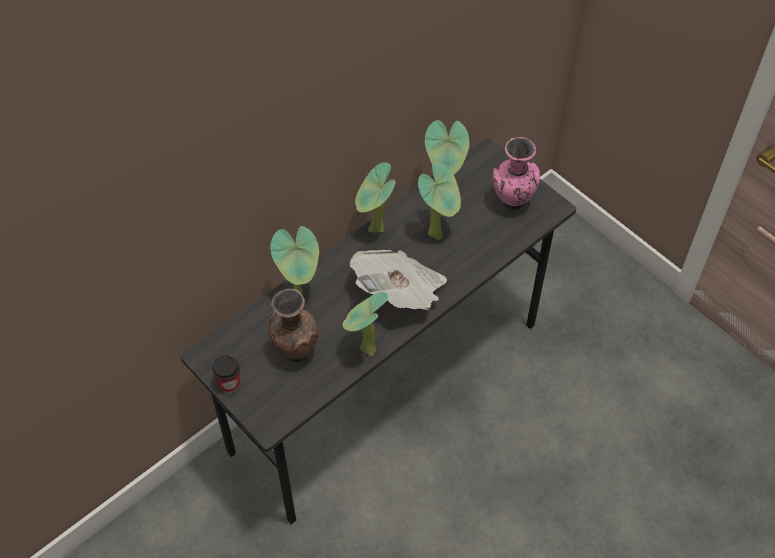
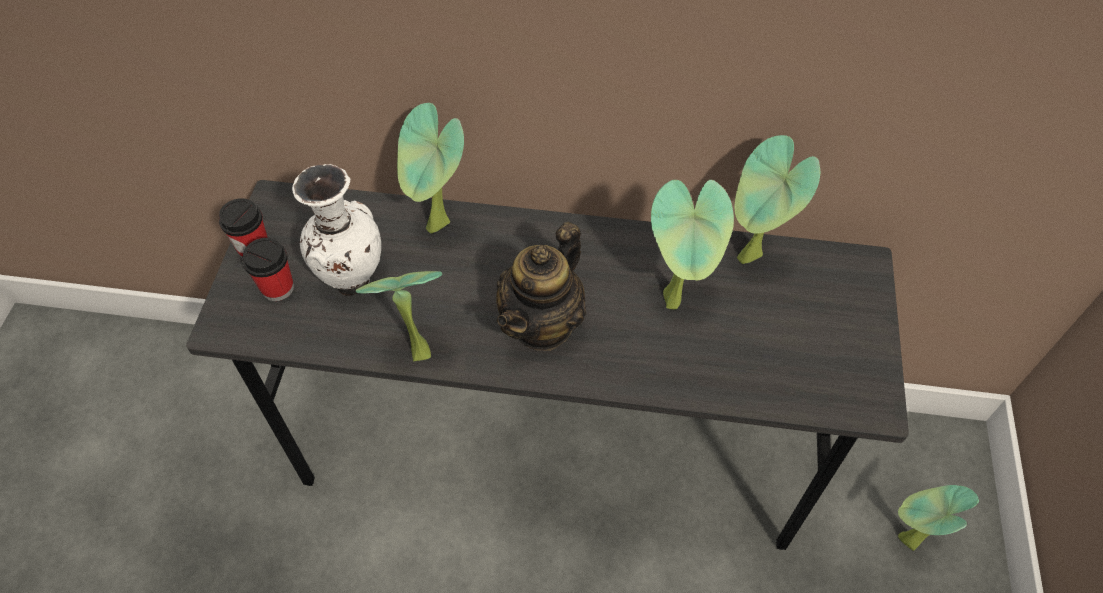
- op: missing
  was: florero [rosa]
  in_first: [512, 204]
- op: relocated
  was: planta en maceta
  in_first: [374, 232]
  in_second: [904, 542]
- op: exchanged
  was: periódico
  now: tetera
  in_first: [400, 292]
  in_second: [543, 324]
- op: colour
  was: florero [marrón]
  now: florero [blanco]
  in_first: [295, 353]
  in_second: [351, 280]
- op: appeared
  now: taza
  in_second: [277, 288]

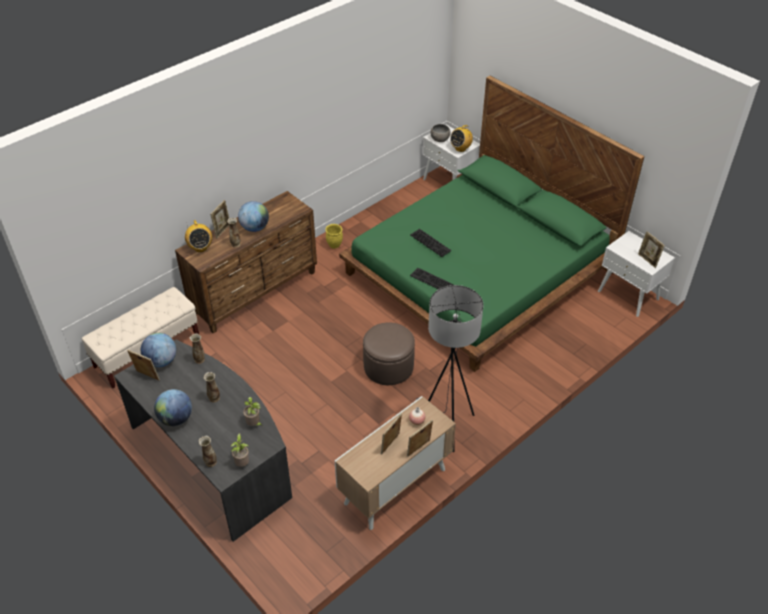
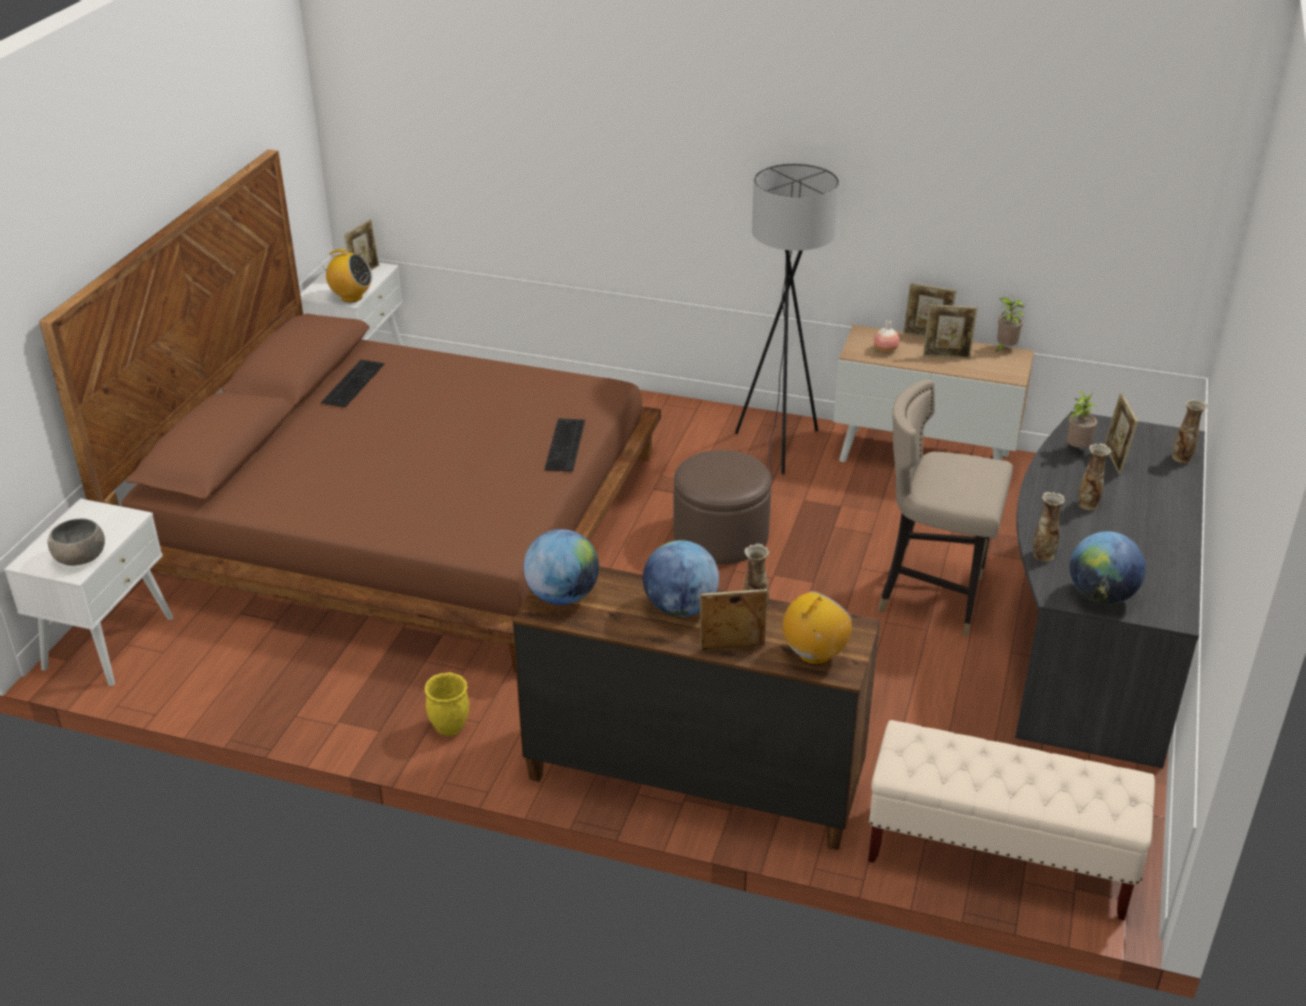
- op: colour
  was: cama [verde]
  now: cama [marrón]
  in_first: [477, 271]
  in_second: [403, 518]
- op: relocated
  was: radio
  in_first: [460, 148]
  in_second: [351, 297]
- op: relocated
  was: teclado
  in_first: [431, 242]
  in_second: [352, 382]
- op: relocated
  was: portarretratos
  in_first: [147, 376]
  in_second: [1114, 460]
- op: relocated
  was: globo terráqueo
  in_first: [176, 419]
  in_second: [562, 596]
- op: relocated
  was: planta en maceta
  in_first: [242, 463]
  in_second: [1005, 349]
- op: appeared
  now: taburete [beis]
  in_second: [933, 597]

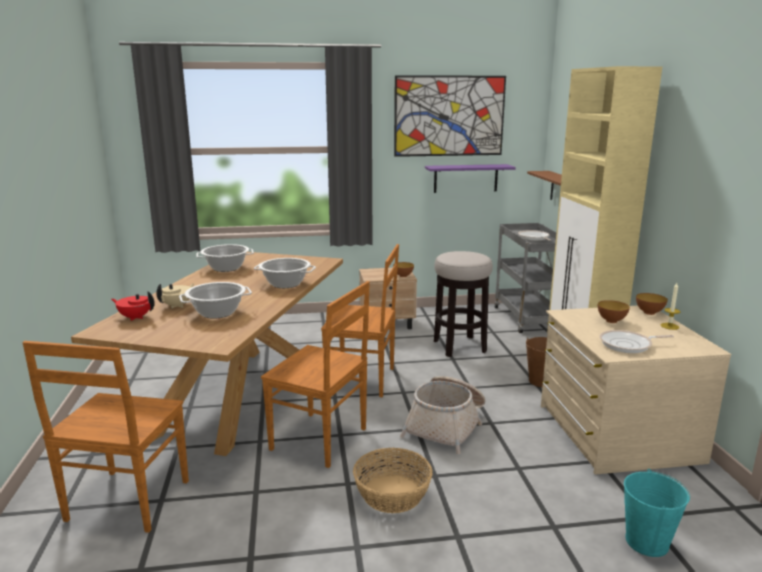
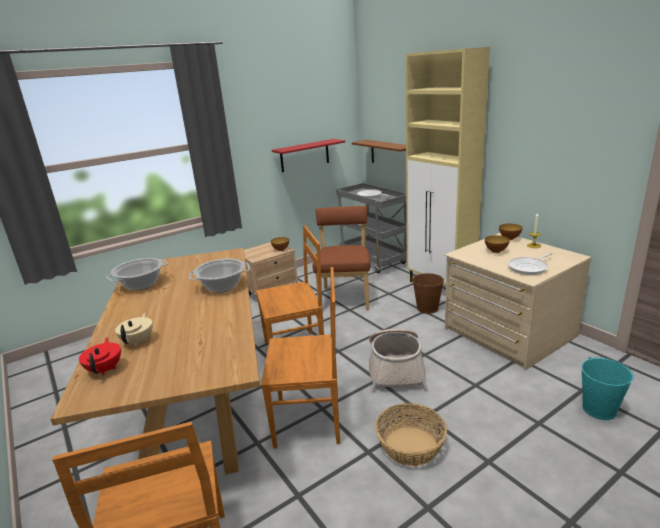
- op: missing
  was: cuadro
  in_first: [449, 116]
- op: colour
  was: estante [morado]
  now: estante [rojo]
  in_first: [465, 178]
  in_second: [304, 155]
- op: exchanged
  was: taburete
  now: silla [marrón]
  in_first: [460, 346]
  in_second: [345, 297]
- op: missing
  was: olla
  in_first: [217, 313]
- op: spun
  was: tetera [rojo]
  in_first: [135, 317]
  in_second: [105, 369]
  clockwise: 90

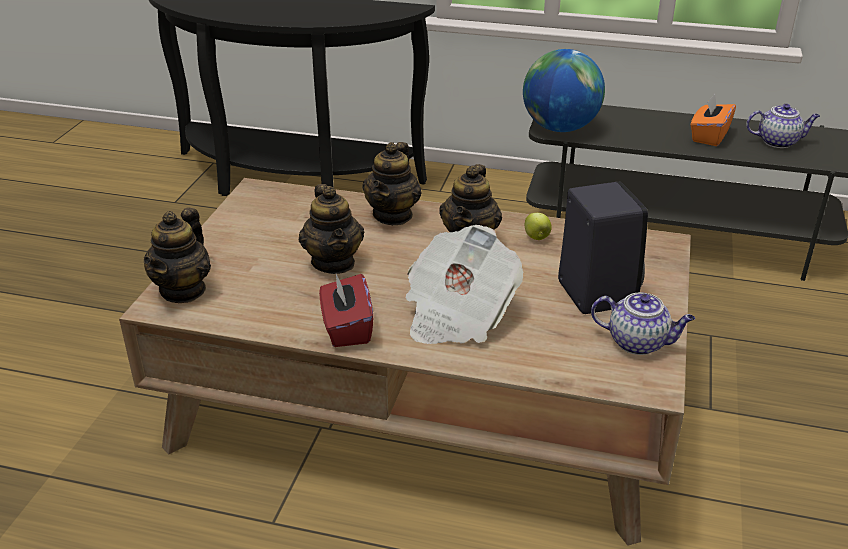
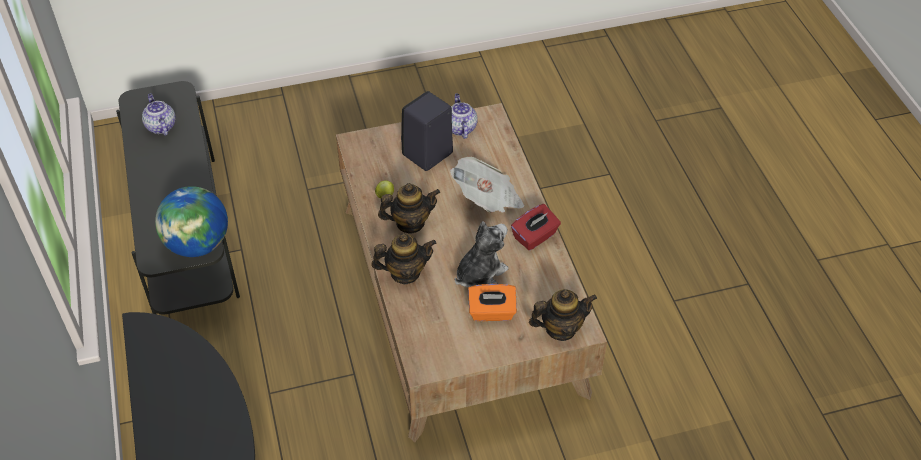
- op: relocated
  was: caja de pañuelos [naranja]
  in_first: [709, 136]
  in_second: [492, 312]
- op: exchanged
  was: tetera
  now: peluche
  in_first: [334, 262]
  in_second: [480, 274]

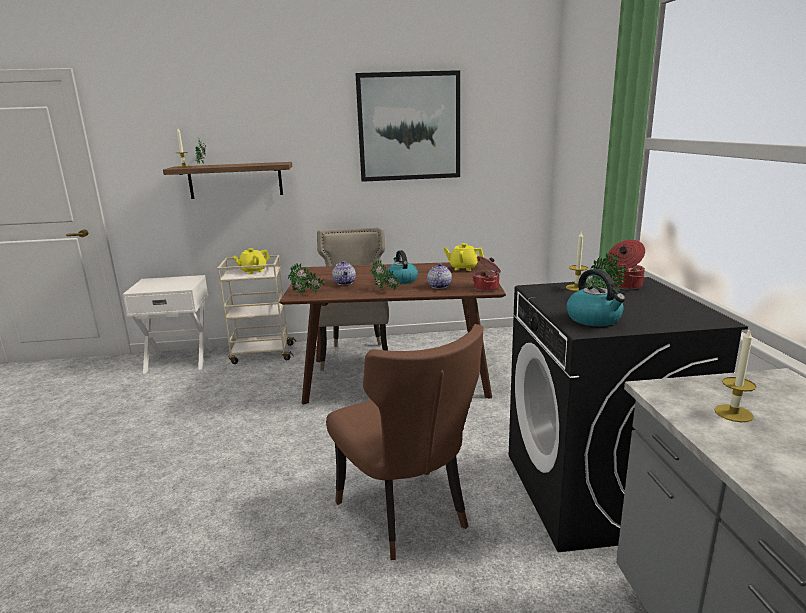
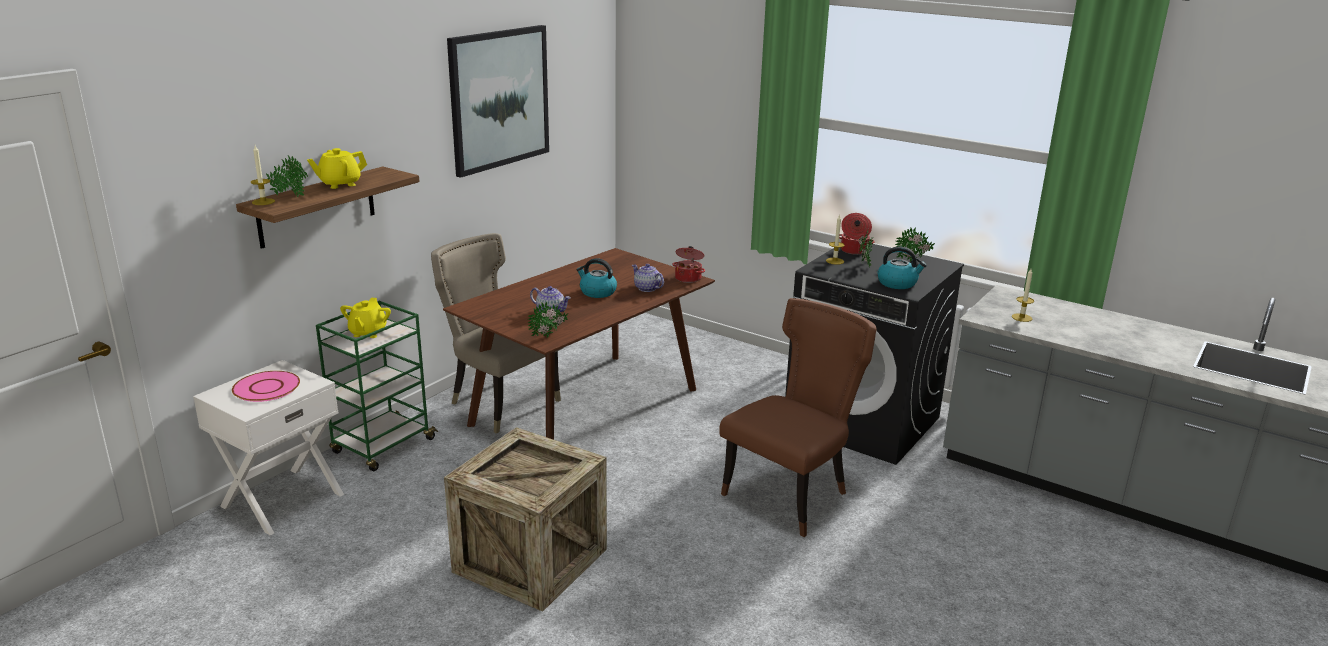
- op: relocated
  was: tetera [amarillo]
  in_first: [463, 268]
  in_second: [339, 184]
- op: colour
  was: carrito [beis]
  now: carrito [verde]
  in_first: [261, 354]
  in_second: [382, 447]
- op: relocated
  was: planta en maceta
  in_first: [385, 291]
  in_second: [913, 260]
- op: spun
  was: silla [marrón]
  in_first: [407, 515]
  in_second: [791, 495]
  clockwise: -60
- op: appeared
  now: plato [rosa]
  in_second: [267, 387]
- op: appeared
  now: caja de embalaje
  in_second: [530, 560]

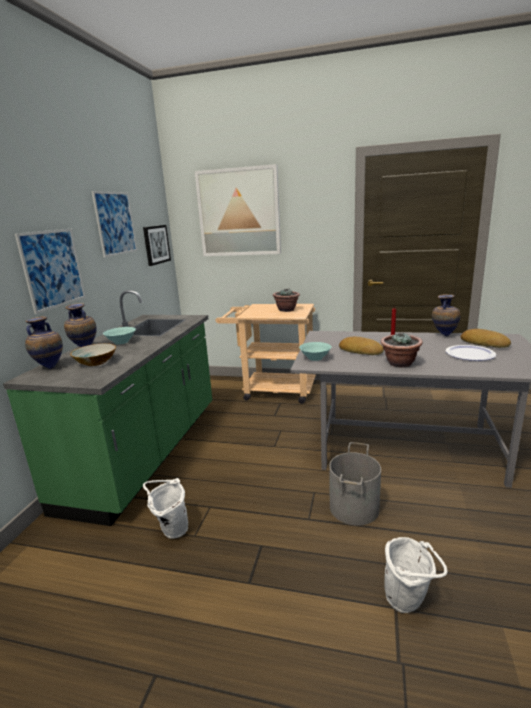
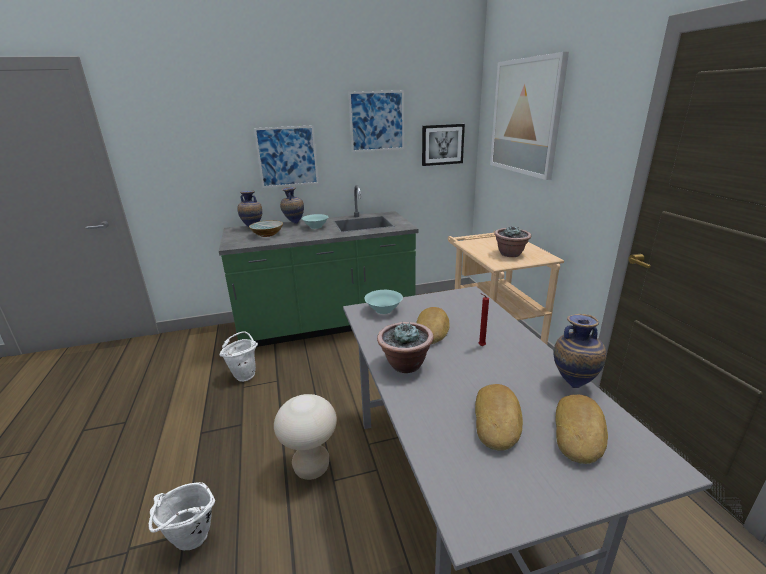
- op: exchanged
  was: plato
  now: pan
  in_first: [469, 354]
  in_second: [498, 420]
- op: exchanged
  was: cubo [gris]
  now: taburete [beis]
  in_first: [353, 507]
  in_second: [311, 467]

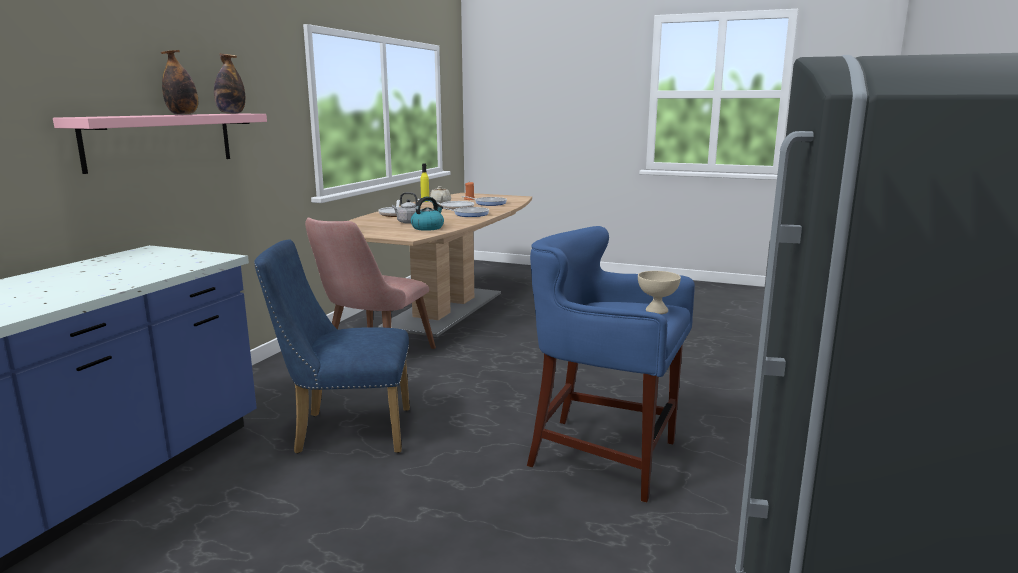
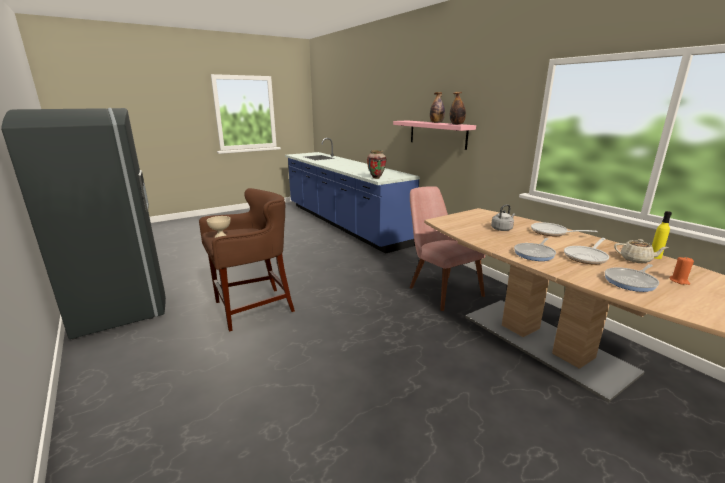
- op: missing
  was: hervidor
  in_first: [428, 228]
- op: colour
  was: taburete [azul]
  now: taburete [marrón]
  in_first: [604, 456]
  in_second: [253, 308]
- op: missing
  was: silla [azul]
  in_first: [344, 431]
- op: appeared
  now: florero
  in_second: [376, 178]

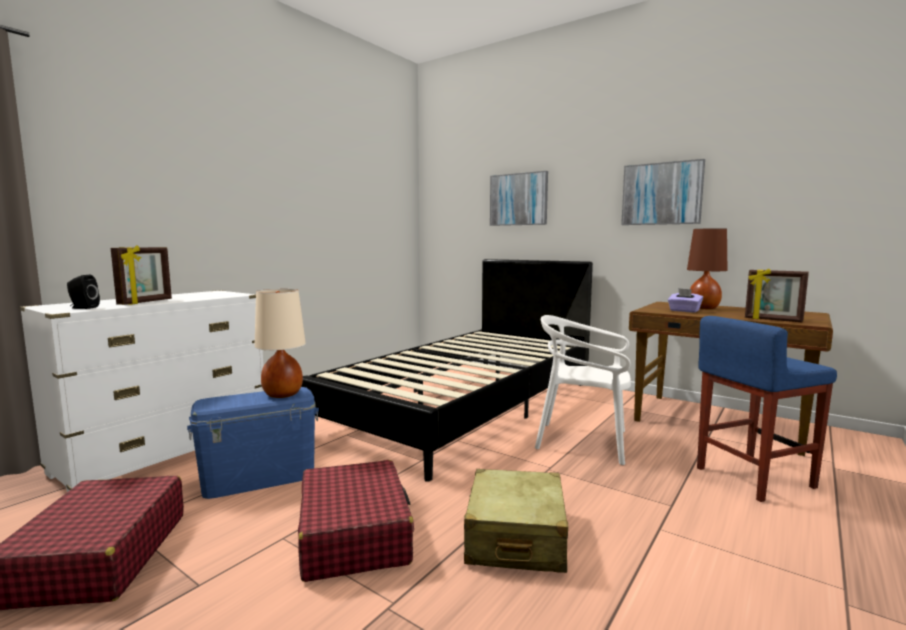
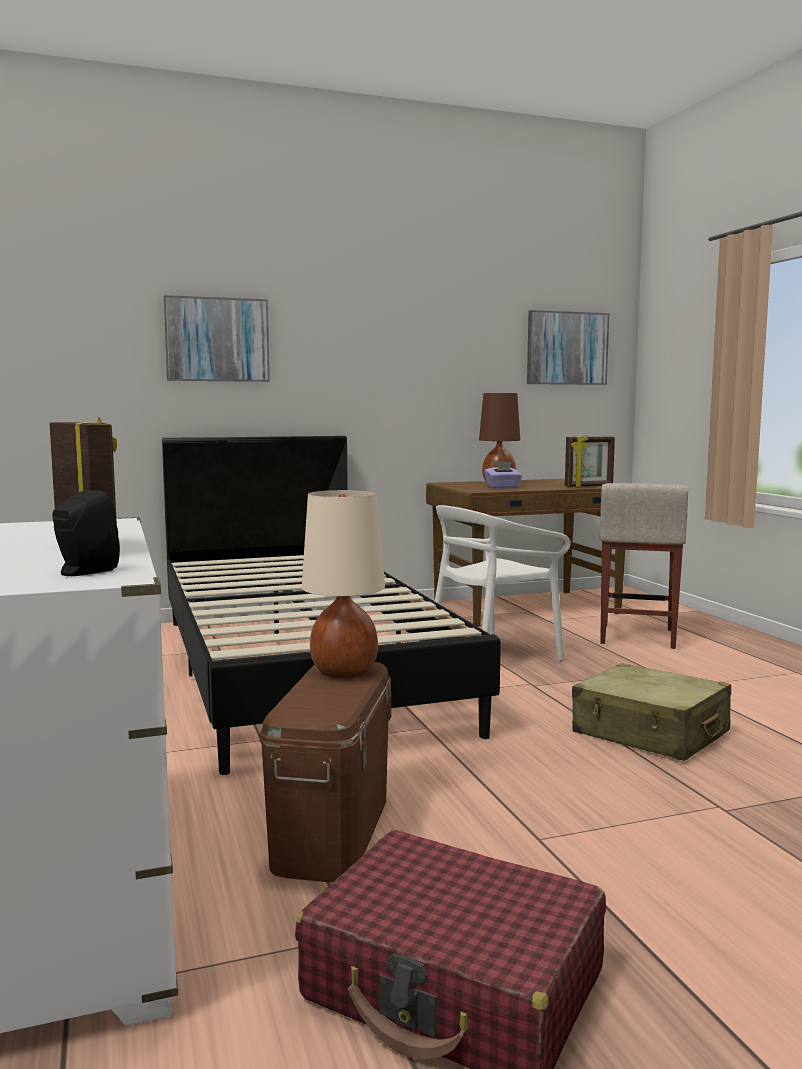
- op: relocated
  was: cuadro
  in_first: [661, 194]
  in_second: [566, 348]
- op: colour
  was: taburete [azul]
  now: taburete [beis]
  in_first: [753, 477]
  in_second: [637, 637]
- op: colour
  was: caja de almacenaje [azul]
  now: caja de almacenaje [marrón]
  in_first: [259, 478]
  in_second: [332, 830]
- op: missing
  was: maleta [rojo]
  in_first: [354, 534]

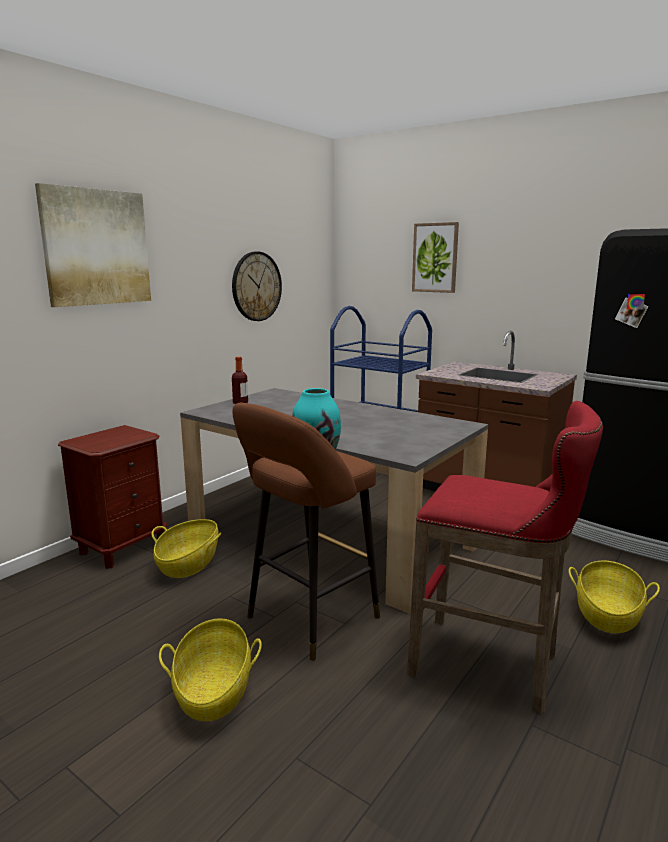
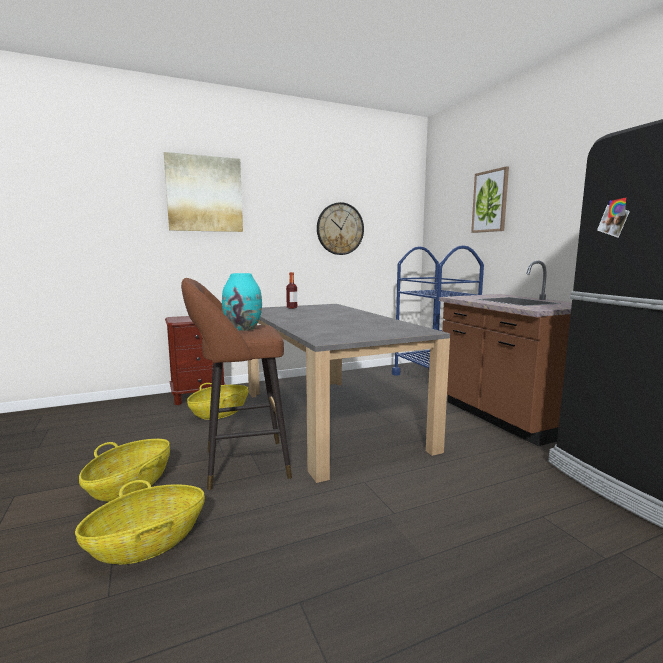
- op: missing
  was: taburete [rojo]
  in_first: [491, 665]
- op: relocated
  was: cesta
  in_first: [607, 614]
  in_second: [147, 543]

